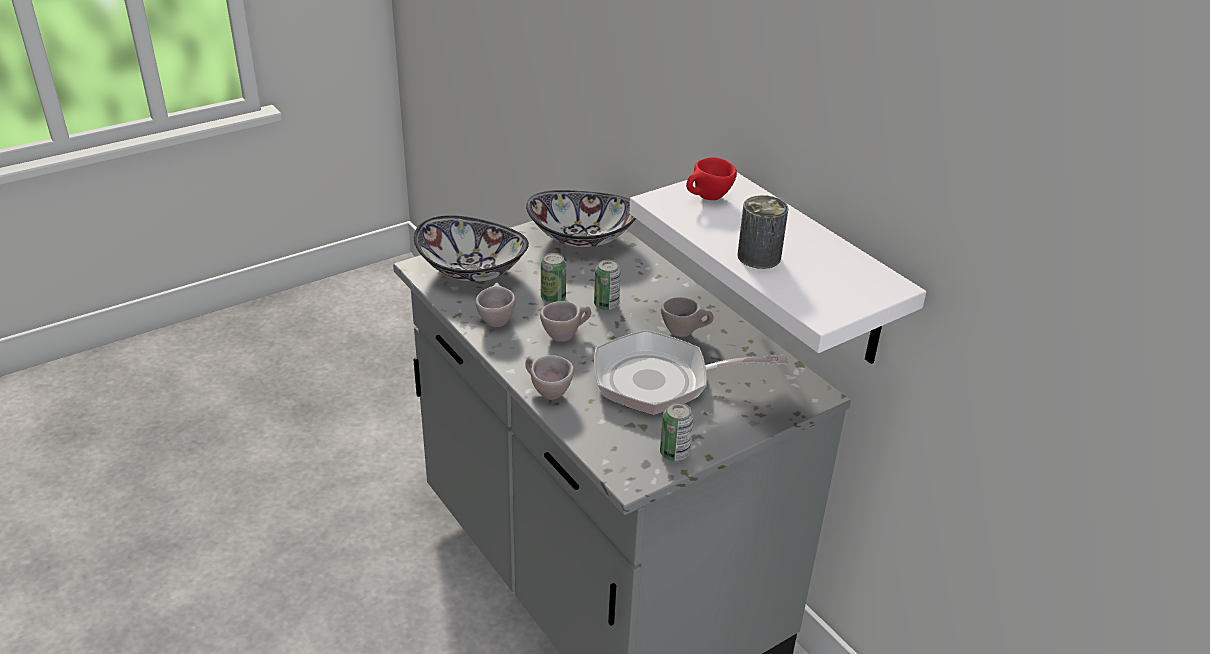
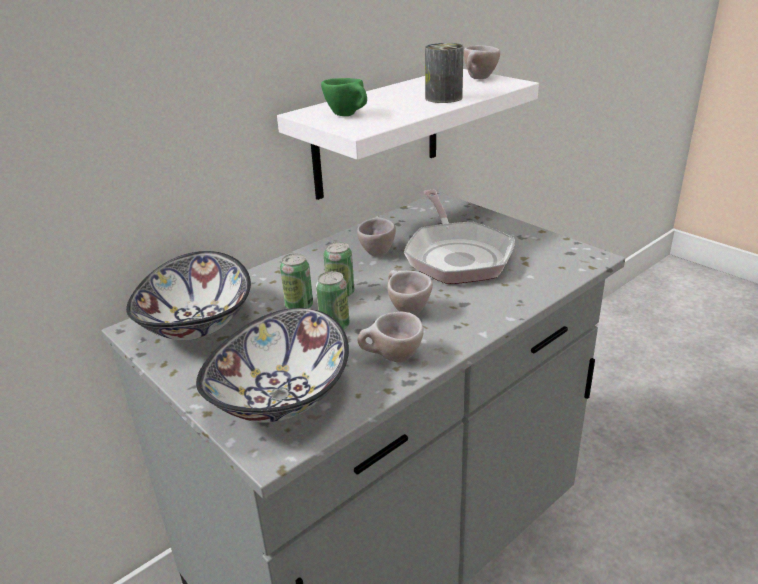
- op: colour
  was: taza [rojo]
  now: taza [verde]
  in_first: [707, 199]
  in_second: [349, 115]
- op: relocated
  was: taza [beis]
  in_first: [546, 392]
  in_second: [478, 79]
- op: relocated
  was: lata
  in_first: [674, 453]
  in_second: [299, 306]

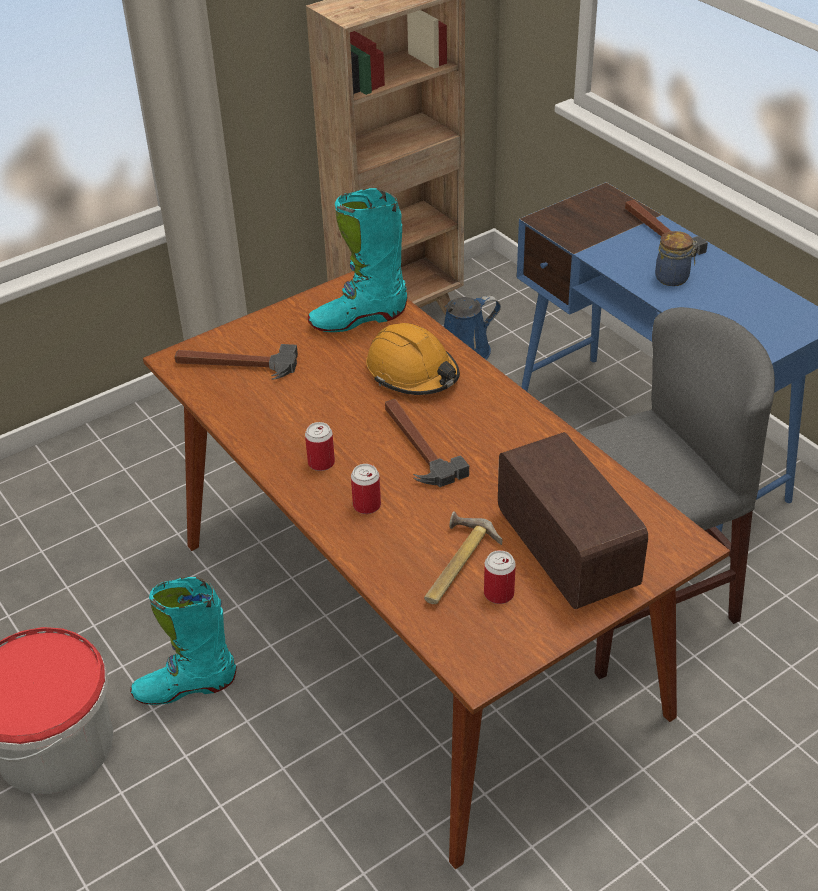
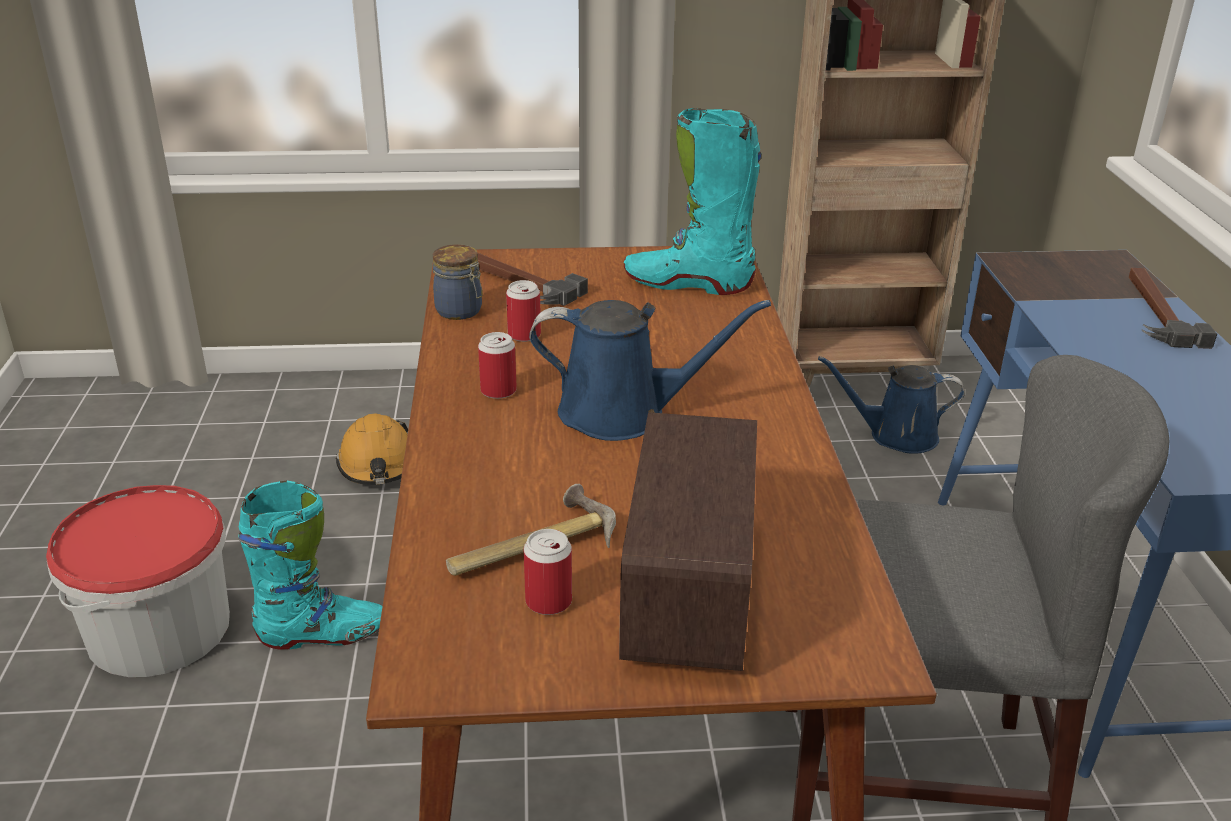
- op: relocated
  was: tarro
  in_first: [673, 278]
  in_second: [460, 311]
- op: relocated
  was: casco [naranja]
  in_first: [413, 373]
  in_second: [378, 465]
- op: exchanged
  was: martillo
  now: regadera [azul]
  in_first: [417, 445]
  in_second: [623, 413]
- op: relocated
  was: lata
  in_first: [367, 505]
  in_second: [524, 335]
- op: spun
  was: bota [turquesa]
  in_first: [185, 687]
  in_second: [323, 635]
  clockwise: 150

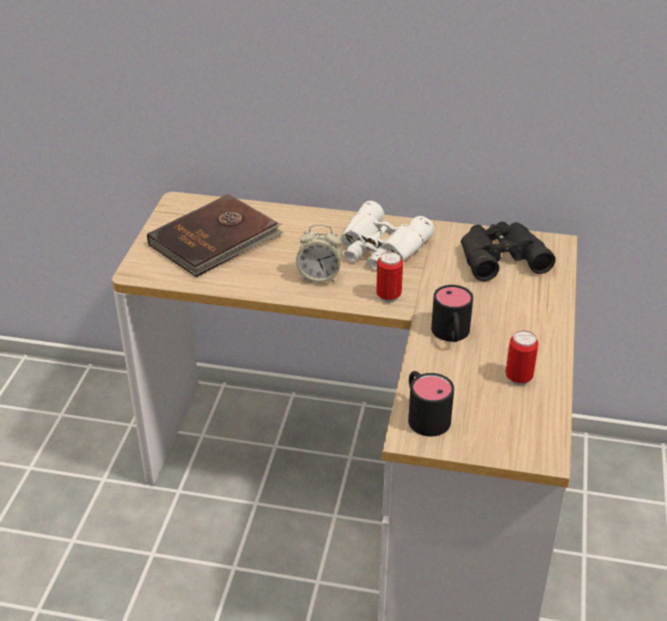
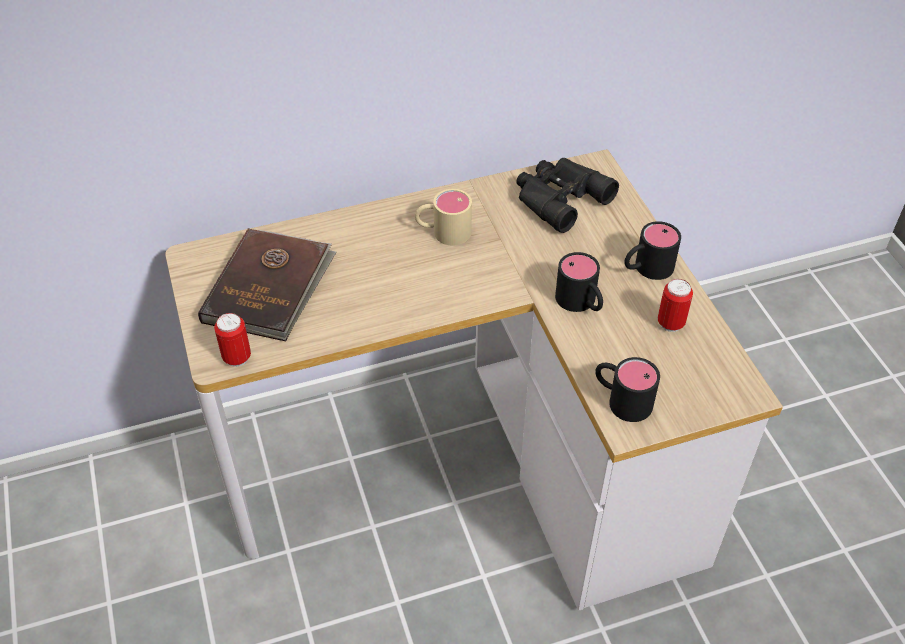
- op: exchanged
  was: prismáticos [blanco]
  now: taza grande [beis]
  in_first: [380, 248]
  in_second: [443, 232]
- op: missing
  was: despertador
  in_first: [319, 276]
- op: relocated
  was: lata
  in_first: [388, 296]
  in_second: [237, 358]
- op: appeared
  now: taza grande [negro]
  in_second: [646, 268]

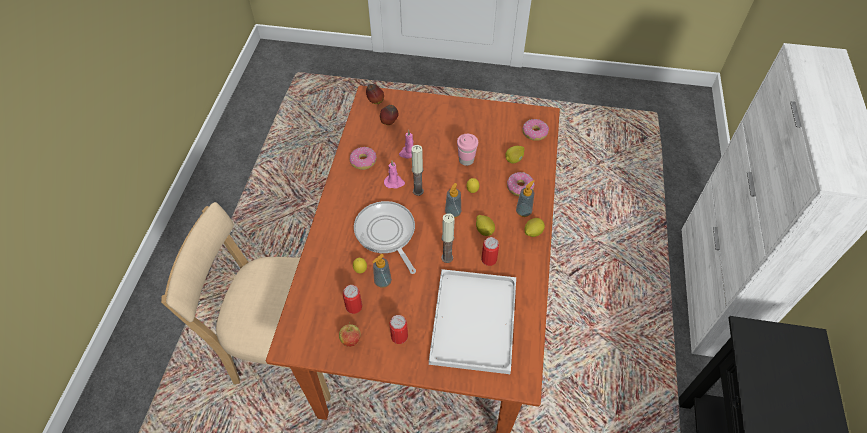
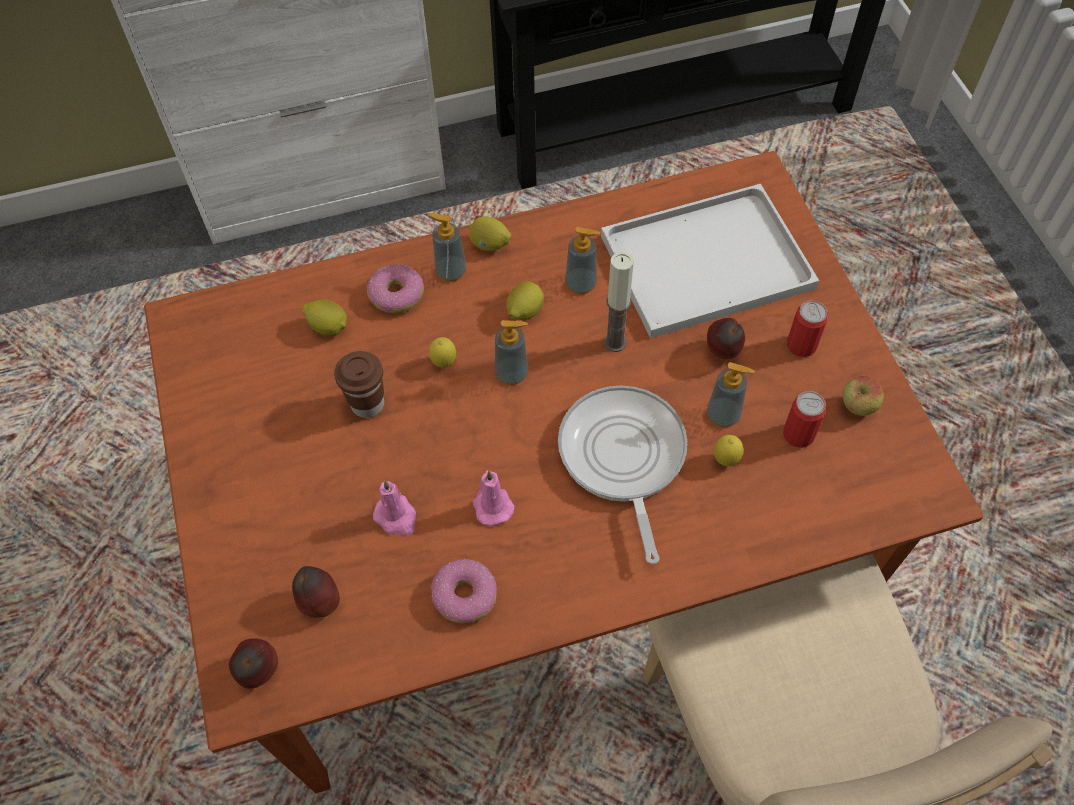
- op: missing
  was: rosquilla
  in_first: [534, 133]
- op: colour
  was: taza [rosa]
  now: taza [marrón]
  in_first: [466, 160]
  in_second: [367, 404]
- op: missing
  was: vela
  in_first: [418, 191]
- op: spun
  was: sartén
  in_first: [386, 234]
  in_second: [623, 458]
  clockwise: 135
- op: exchanged
  was: lata
  now: dispensador de jabón
  in_first: [489, 259]
  in_second: [581, 284]
- op: appeared
  now: manzana
  in_second: [723, 352]

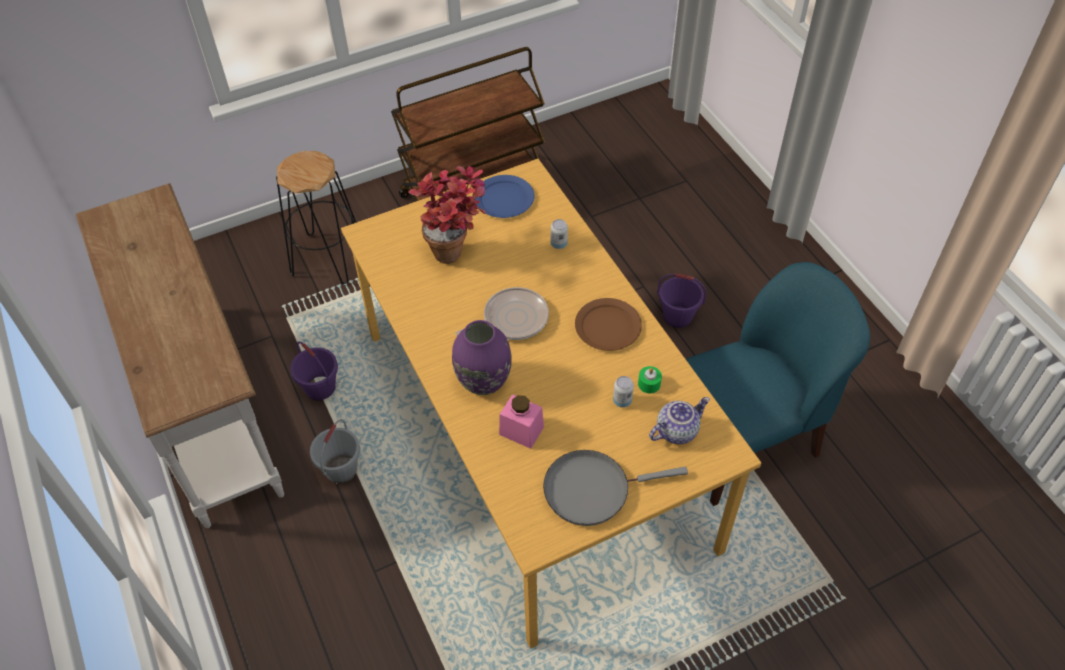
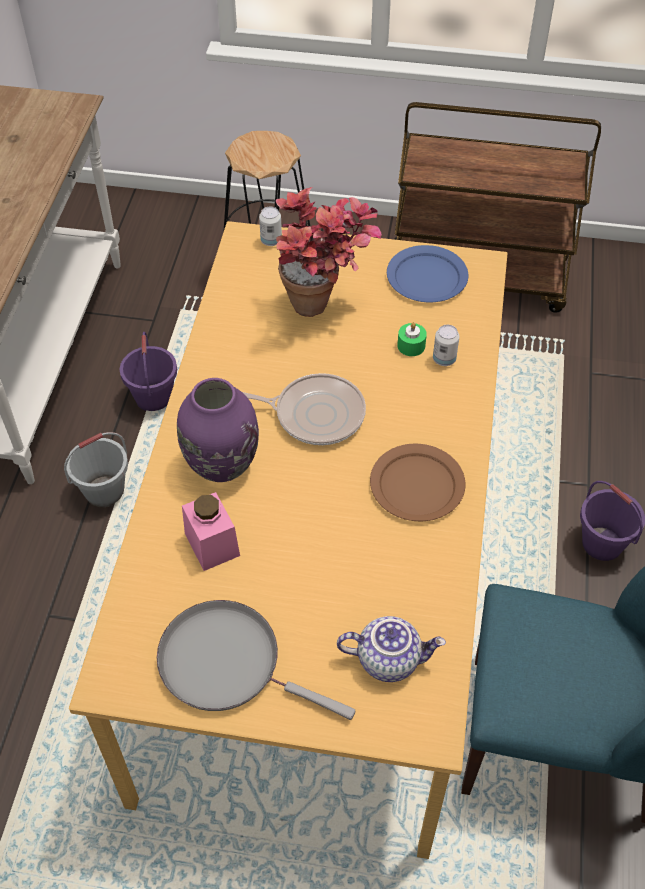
- op: relocated
  was: vela [verde]
  in_first: [649, 384]
  in_second: [411, 346]
- op: relocated
  was: lata
  in_first: [622, 401]
  in_second: [271, 241]

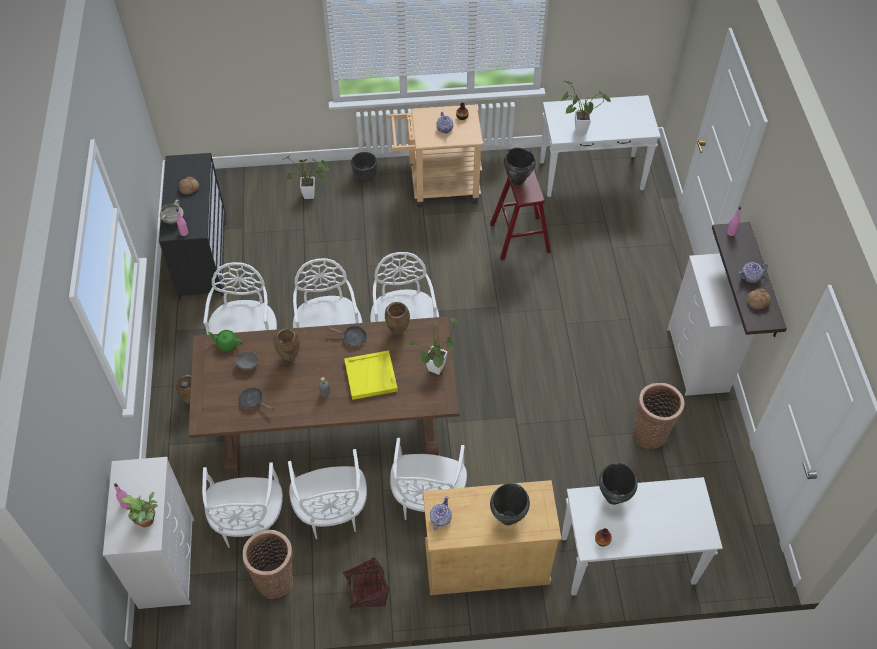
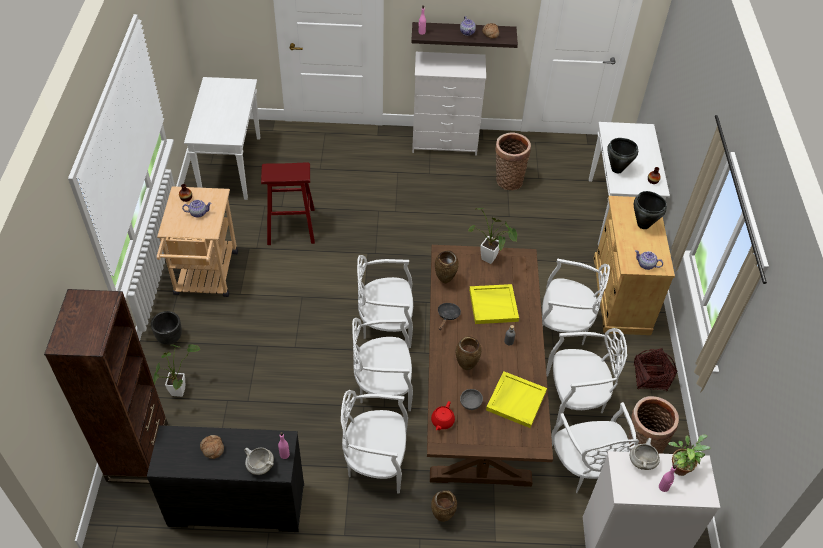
- op: missing
  was: planta en maceta
  in_first: [577, 130]
- op: missing
  was: olla [negro]
  in_first: [517, 180]
- op: colour
  was: tetera [verde]
  now: tetera [rojo]
  in_first: [227, 343]
  in_second: [442, 421]
- op: exchanged
  was: sartén [negro]
  now: bandeja [amarillo]
  in_first: [253, 401]
  in_second: [516, 400]
- op: spun
  was: silla [blanco]
  in_first: [248, 522]
  in_second: [586, 467]
  clockwise: 75
- op: appeared
  now: estantería [marrón]
  in_second: [138, 452]
- op: appeared
  now: olla [blanco]
  in_second: [641, 461]

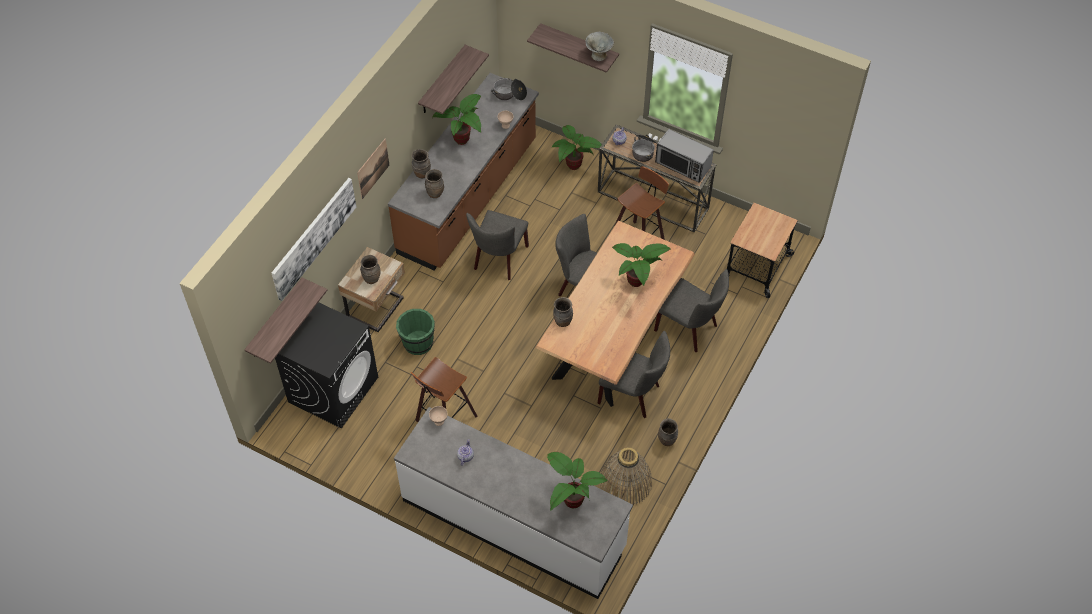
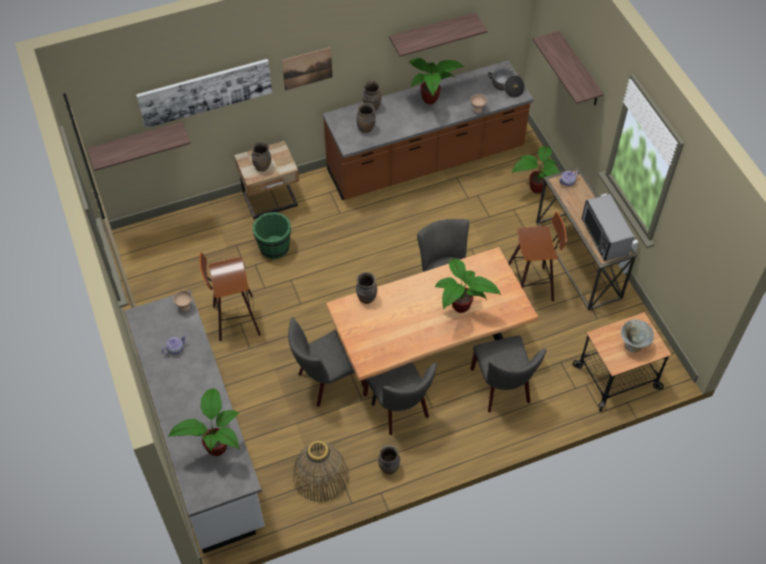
- op: relocated
  was: cuenco [gris]
  in_first: [599, 55]
  in_second: [633, 345]
- op: missing
  was: olla
  in_first: [643, 151]
- op: relocated
  was: silla [gris]
  in_first: [499, 260]
  in_second: [327, 381]
- op: missing
  was: lavadora [negro]
  in_first: [333, 389]

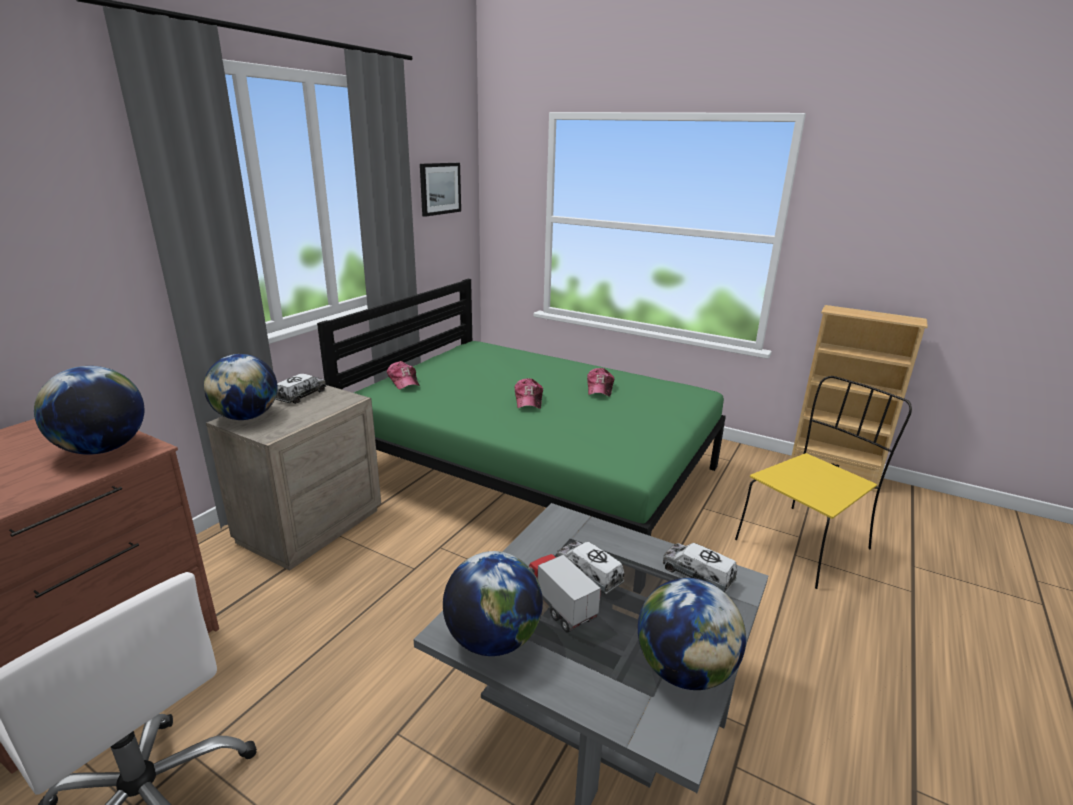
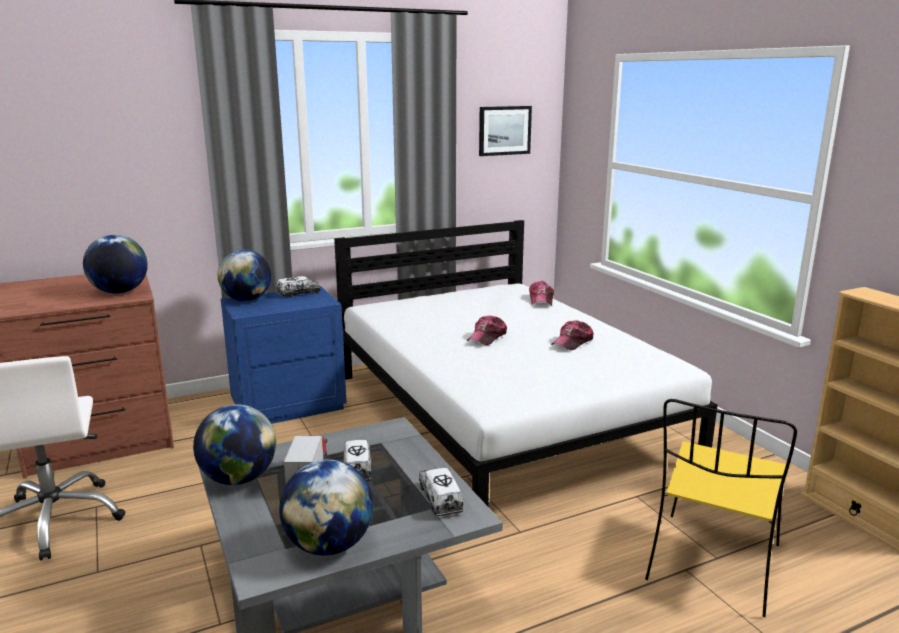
- op: colour
  was: cama [verde]
  now: cama [blanco]
  in_first: [533, 471]
  in_second: [502, 417]
- op: relocated
  was: gorra
  in_first: [404, 381]
  in_second: [541, 299]
- op: spun
  was: silla [amarillo]
  in_first: [804, 543]
  in_second: [713, 565]
  clockwise: 120
- op: colour
  was: mesita de noche [beis]
  now: mesita de noche [azul]
  in_first: [309, 526]
  in_second: [288, 405]

